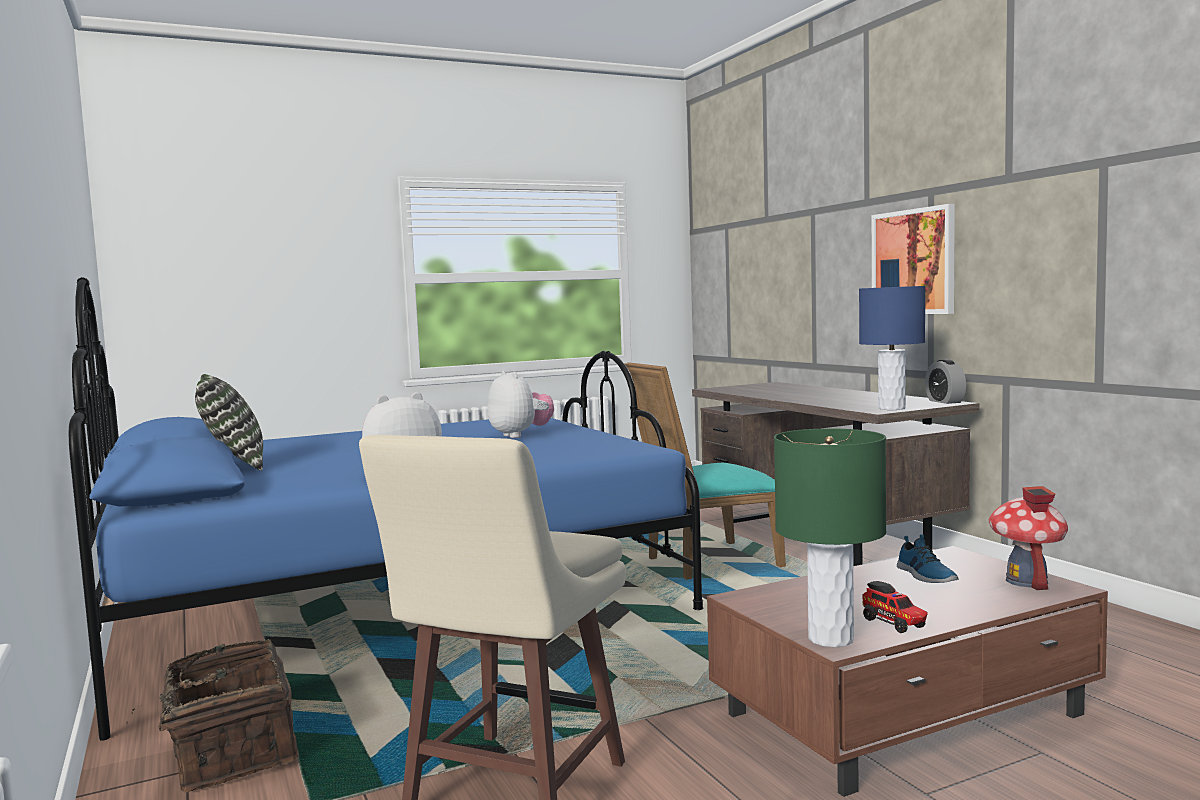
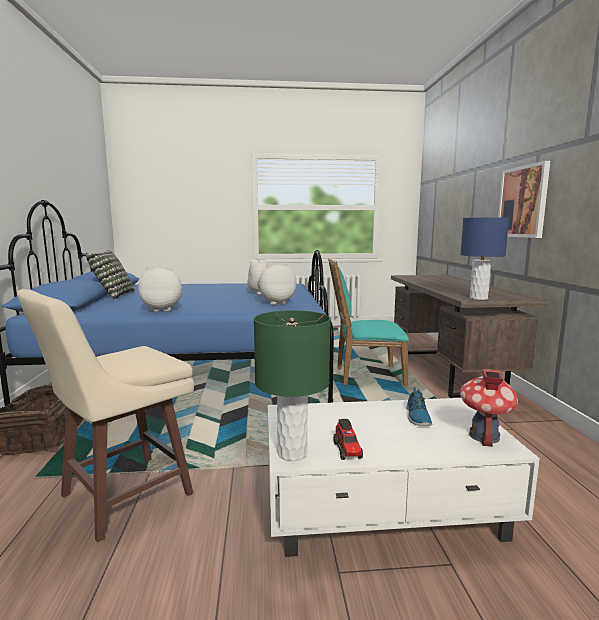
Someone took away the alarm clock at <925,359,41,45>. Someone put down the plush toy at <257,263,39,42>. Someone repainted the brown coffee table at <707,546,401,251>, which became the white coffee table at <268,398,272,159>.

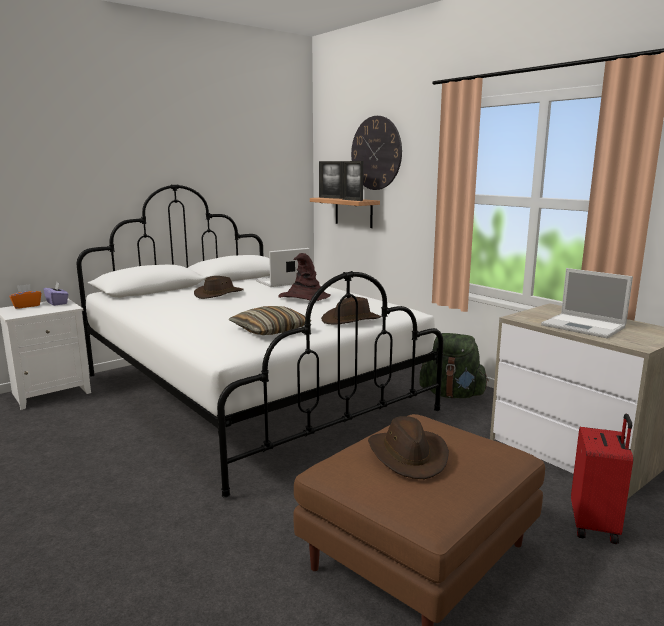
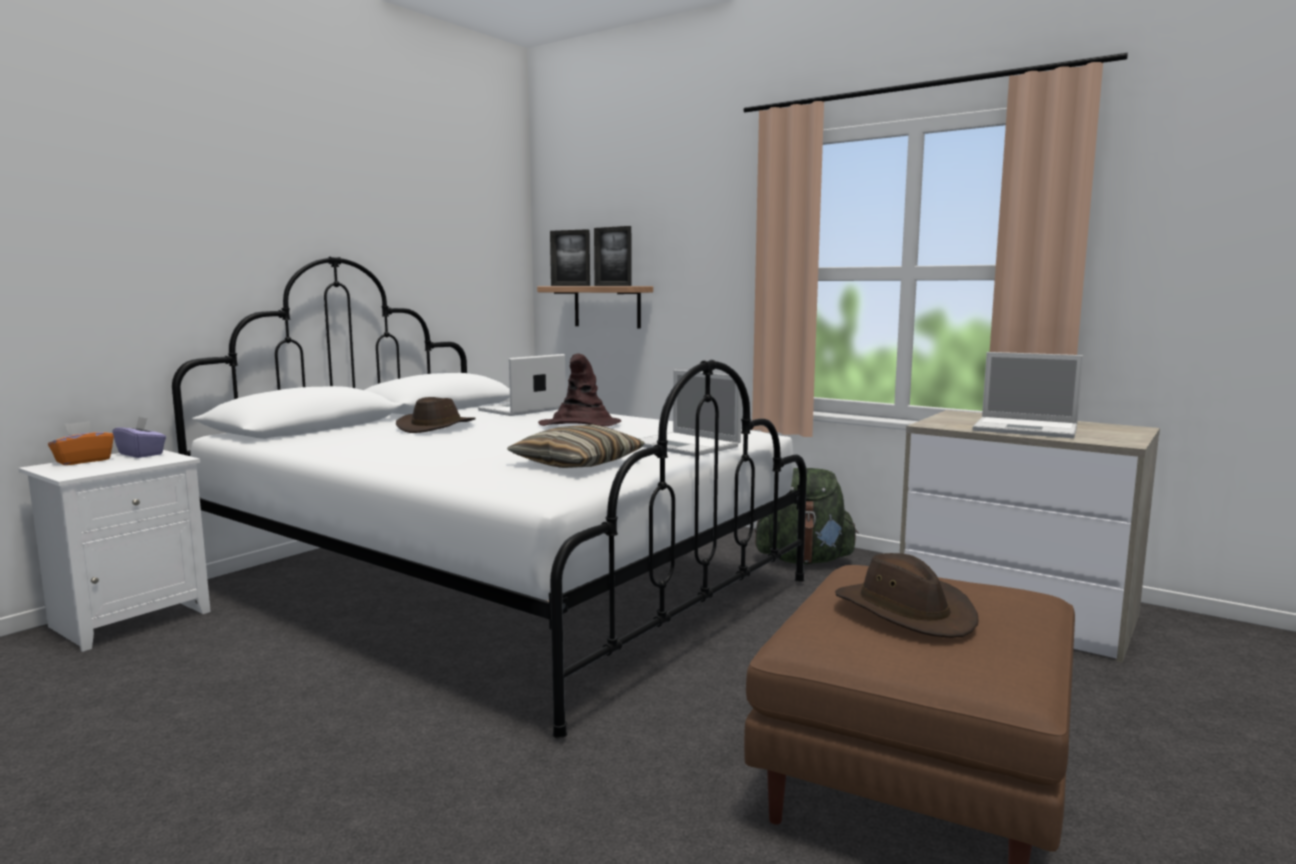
Someone took away the wall clock at <351,116,51,74>. Someone took away the red suitcase at <571,414,62,130>. Someone swapped the brown hat at <321,297,60,28> for the laptop at <638,370,104,87>.

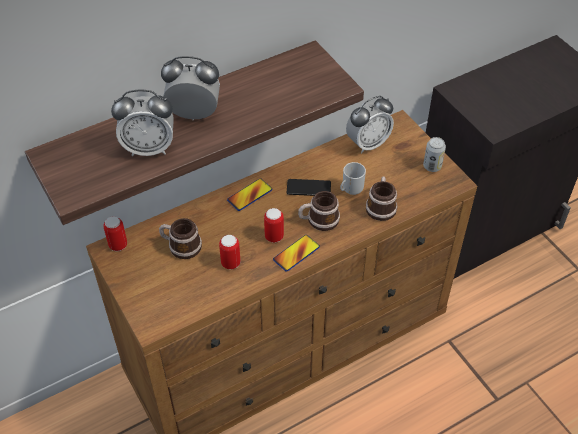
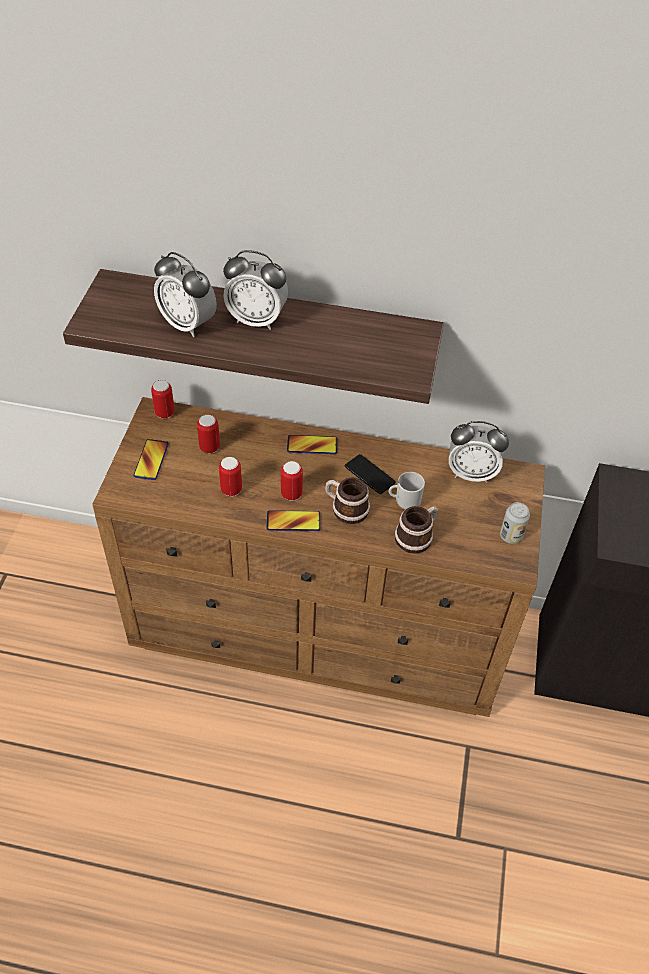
Someone put down the phone at <134,439,35,41>. Someone swapped the mug at <159,218,43,41> for the can at <197,415,23,38>. Someone rotated the alarm clock at <161,56,59,64> by 150 degrees clockwise.

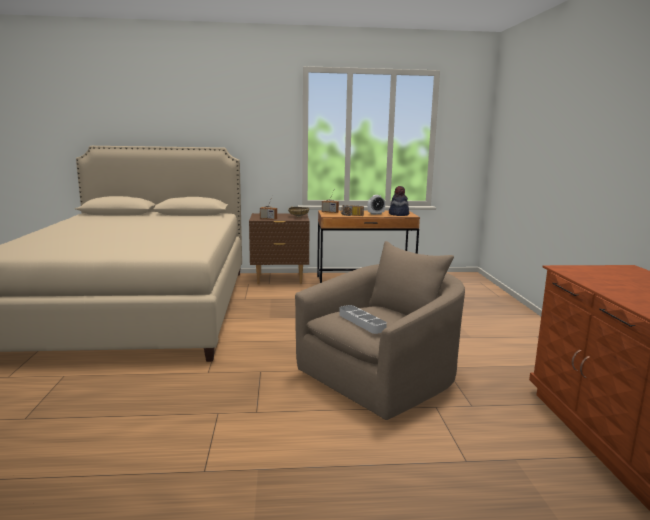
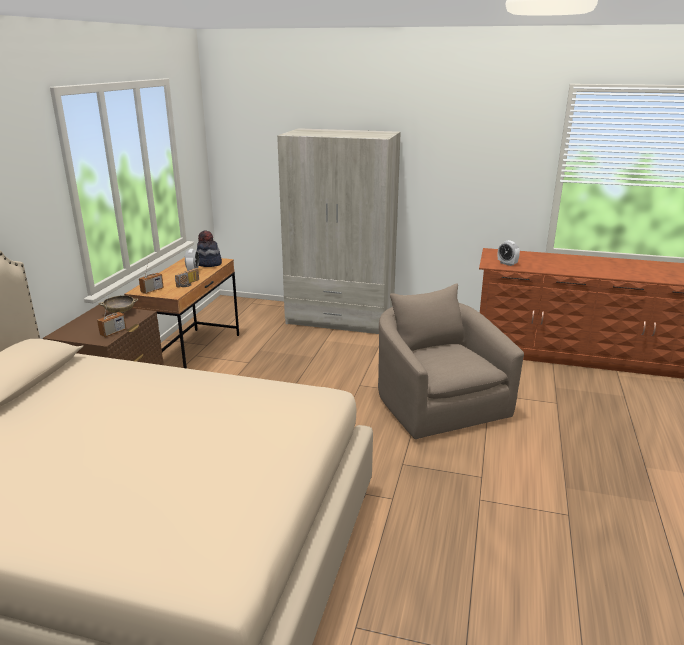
Someone took away the grey tray at <339,305,48,29>. Someone put down the beige wardrobe at <277,128,124,206>. Someone put down the alarm clock at <498,240,22,26>.

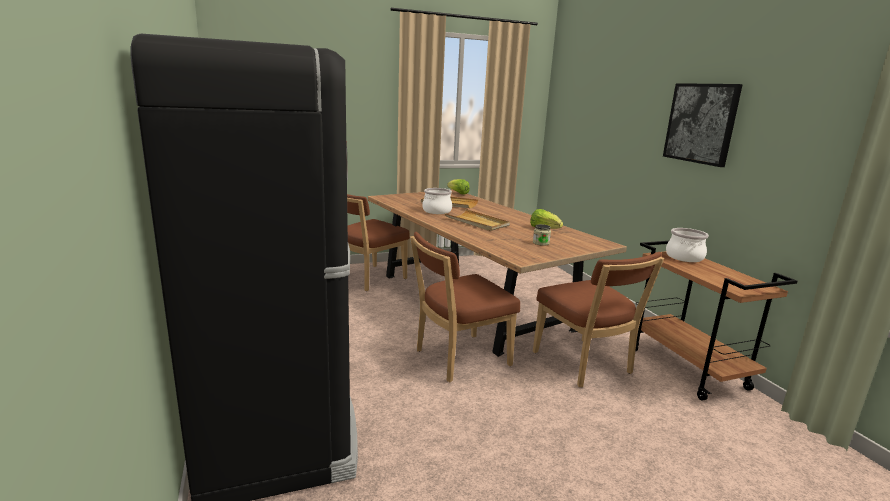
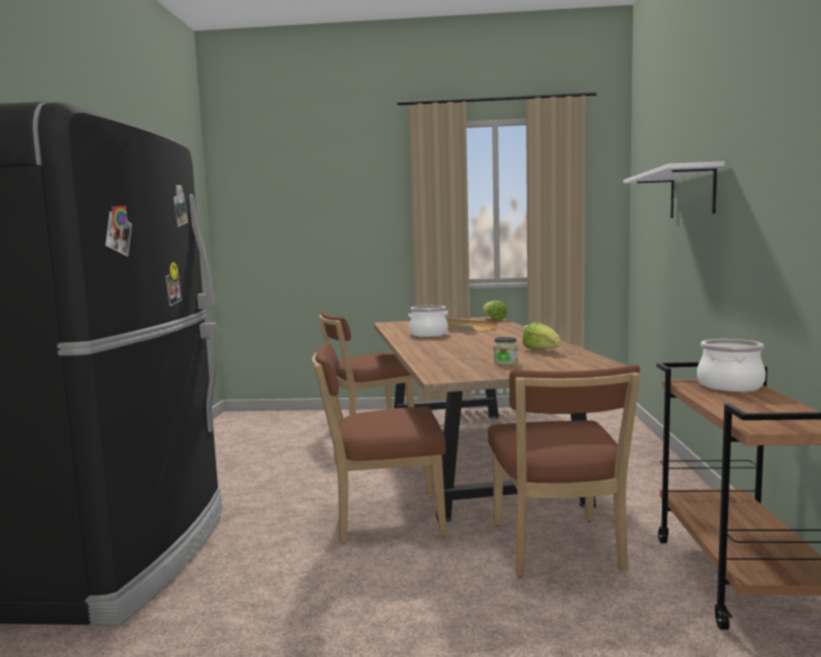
Someone took away the beige tray at <445,209,65,22>. Someone took away the picture at <663,83,80,84>. Someone put up the white shelf at <623,161,102,57>.

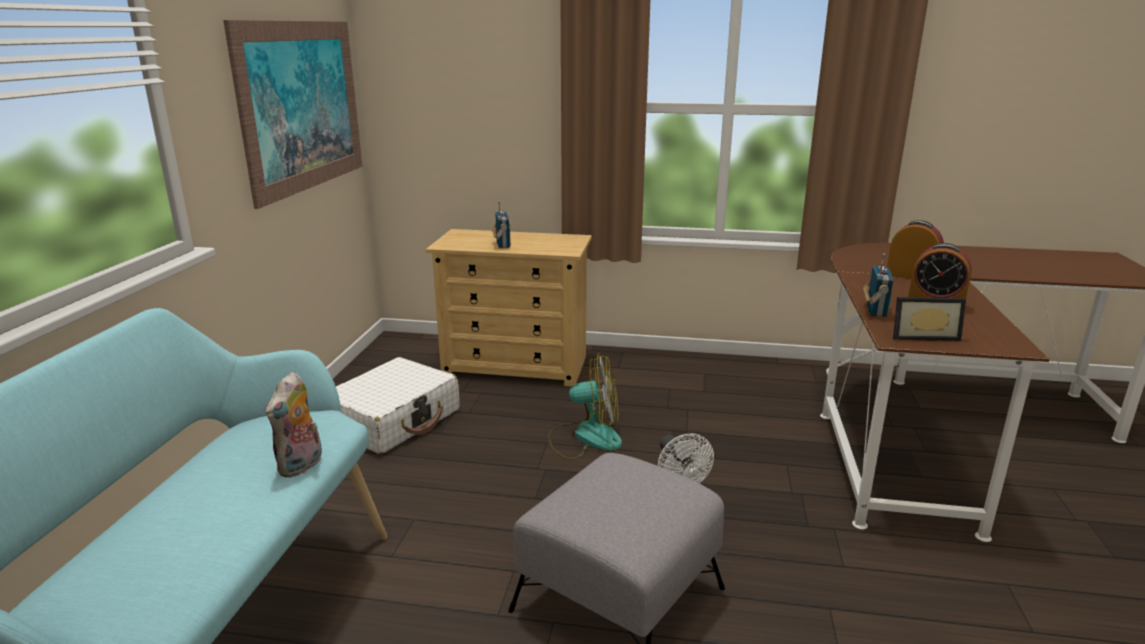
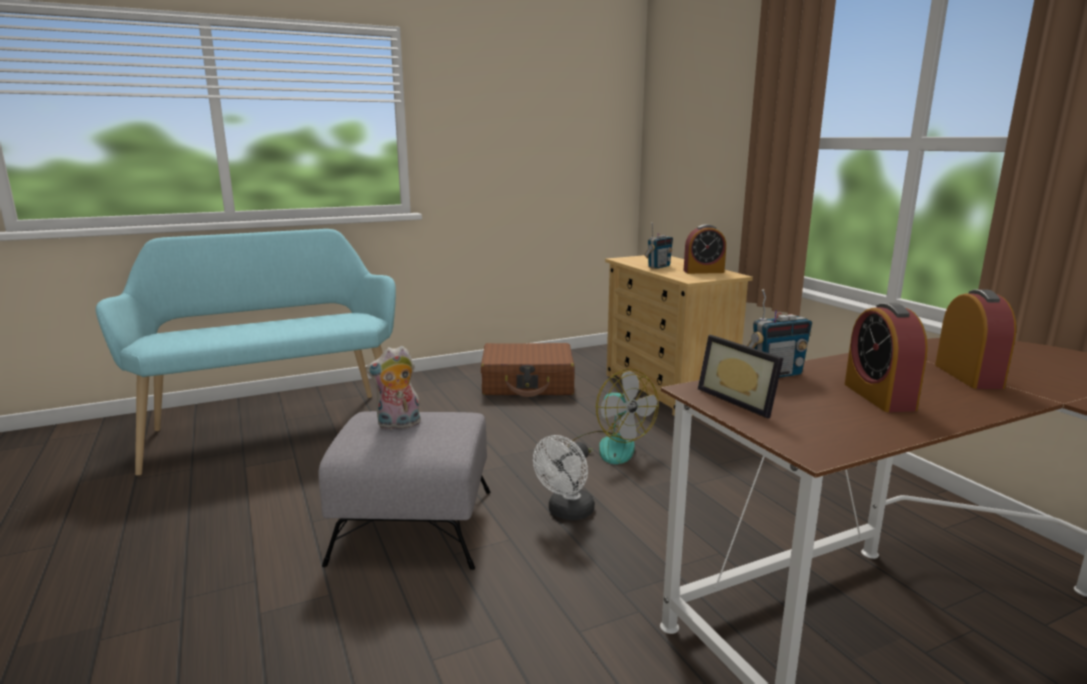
Someone took away the picture at <223,20,139,189>. Someone put down the alarm clock at <684,224,42,50>. Someone carried the plush toy from <265,372,57,106> to <366,346,55,84>. Someone repainted the white suitcase at <336,357,124,97>, which became the brown suitcase at <481,343,94,54>.

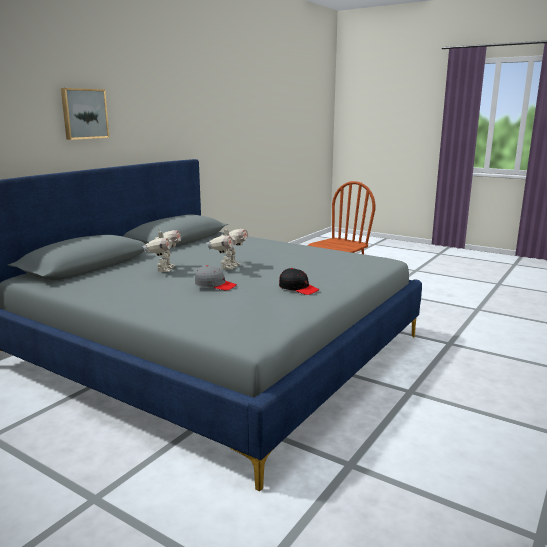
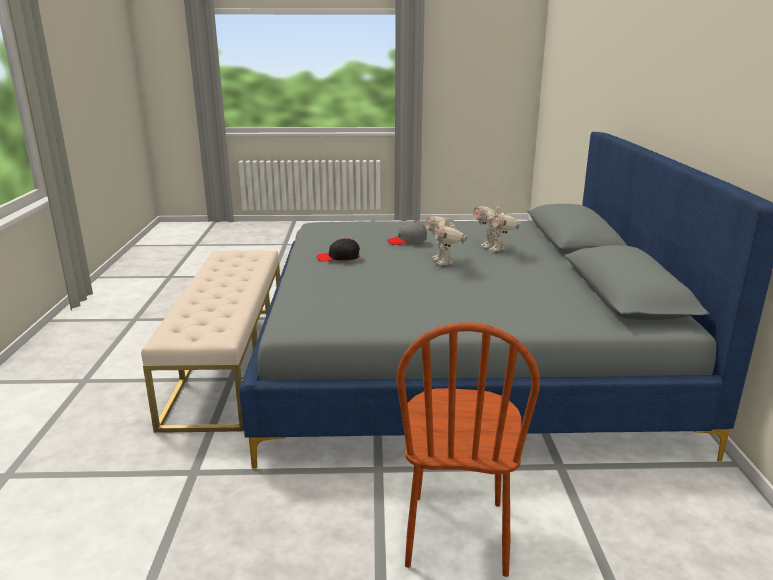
Someone took away the picture at <61,88,48,52>. Someone put down the beige bench at <141,250,139,183>.

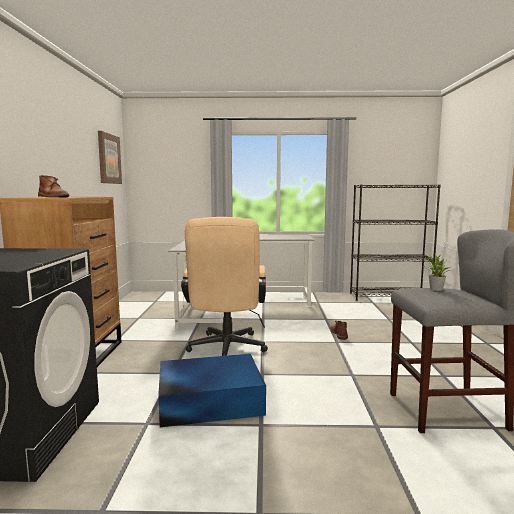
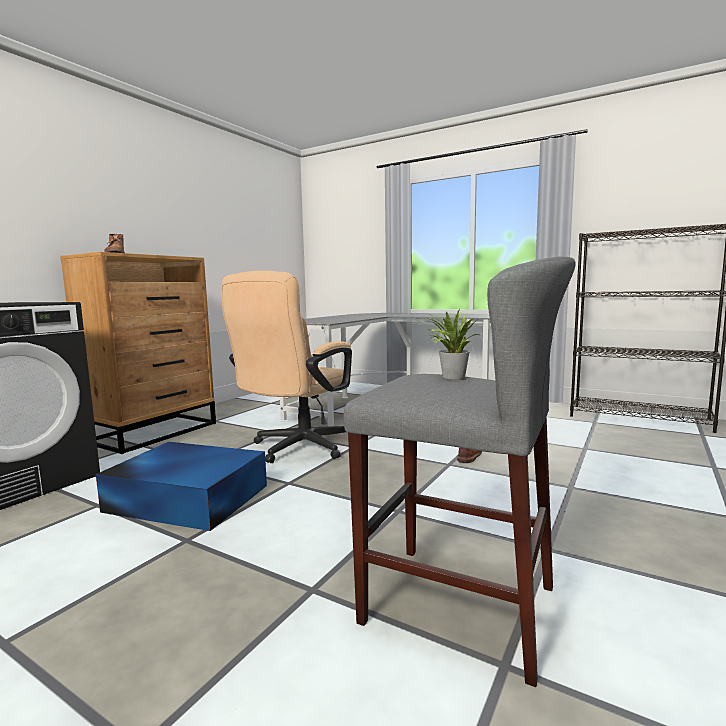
Someone took away the picture at <98,131,24,53>.

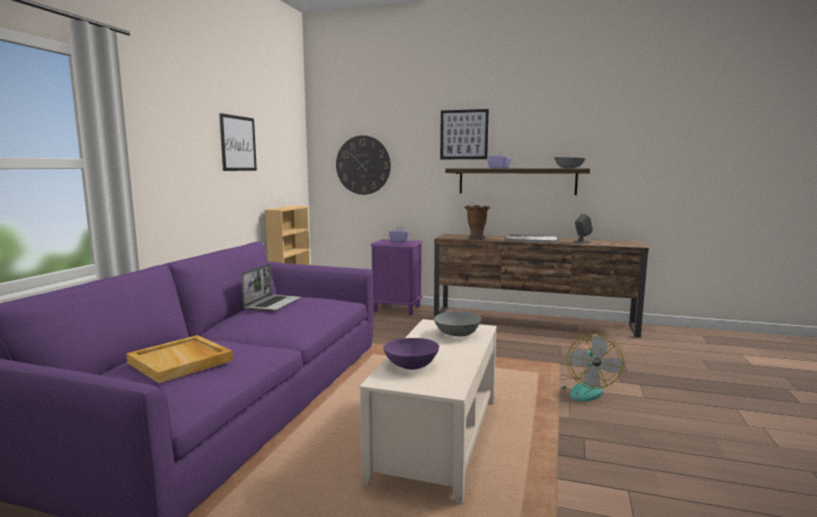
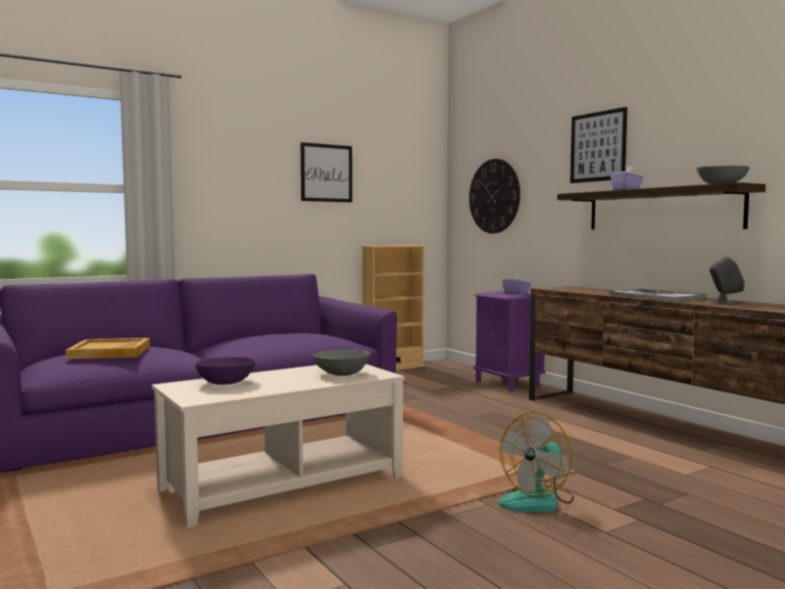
Someone took away the laptop at <241,264,60,48>. Someone took away the brown vase at <464,205,26,35>.

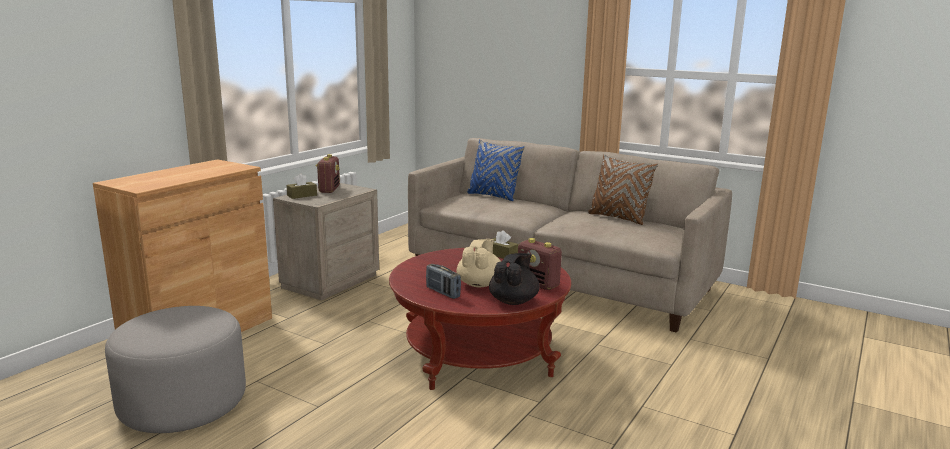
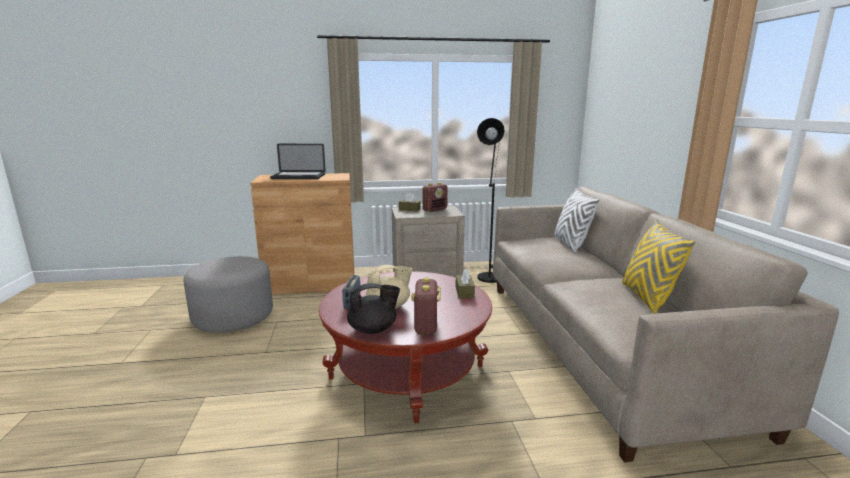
Someone put down the laptop at <270,144,56,35>. Someone put down the black floor lamp at <477,118,28,165>. Someone repainted the blue pillow at <467,139,58,62>, which became the white pillow at <554,188,46,64>. Someone repainted the brown pillow at <588,154,70,71>, which became the yellow pillow at <622,219,73,95>.

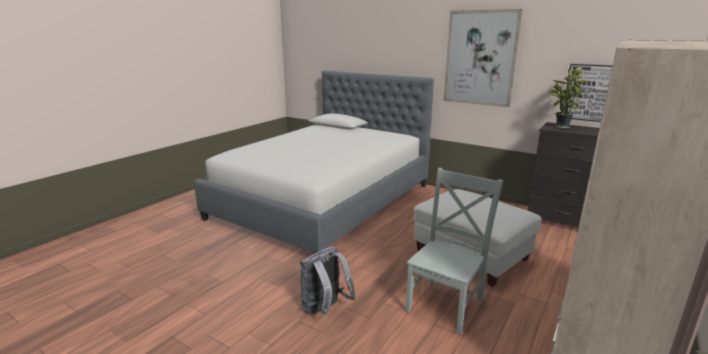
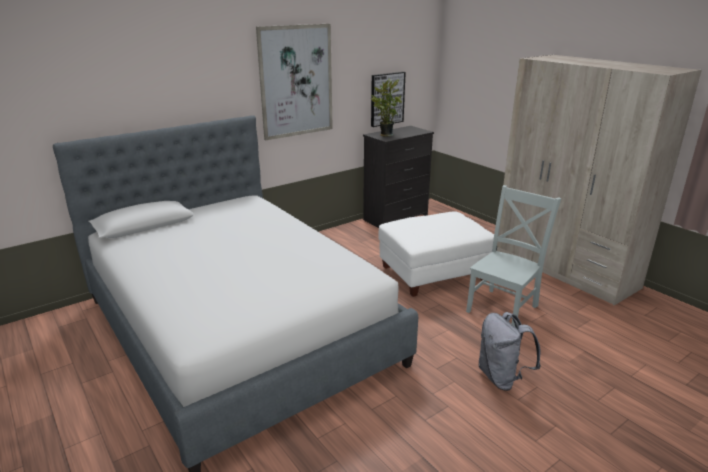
Someone rotated the grey chair at <405,168,99,166> by 75 degrees clockwise.

